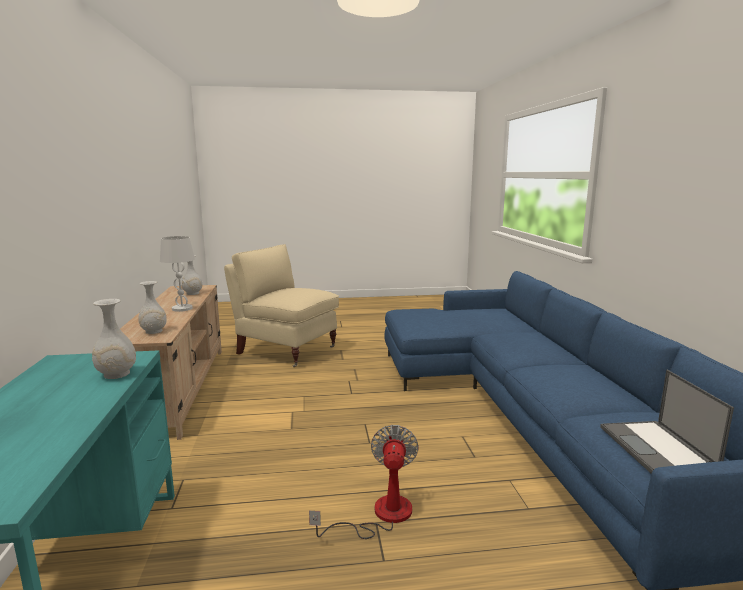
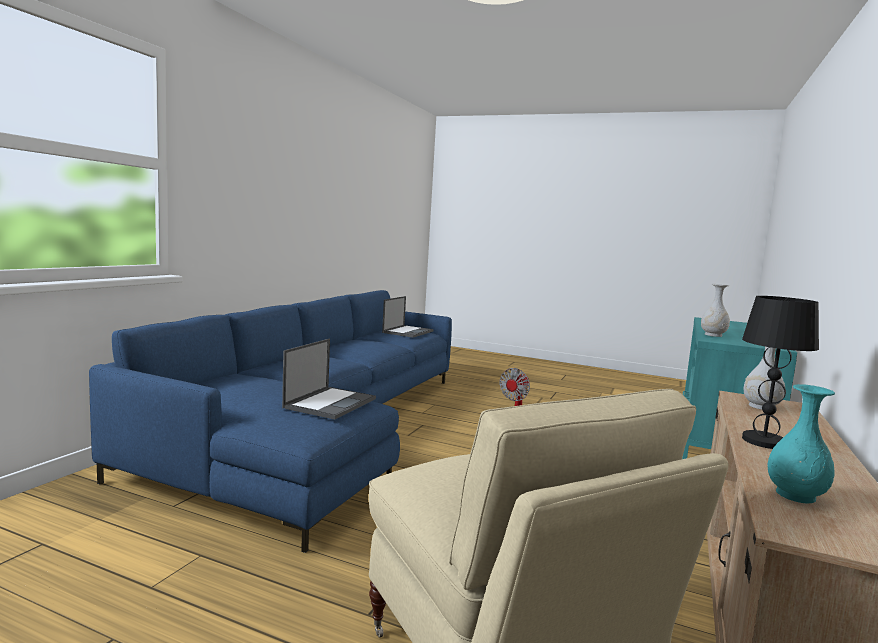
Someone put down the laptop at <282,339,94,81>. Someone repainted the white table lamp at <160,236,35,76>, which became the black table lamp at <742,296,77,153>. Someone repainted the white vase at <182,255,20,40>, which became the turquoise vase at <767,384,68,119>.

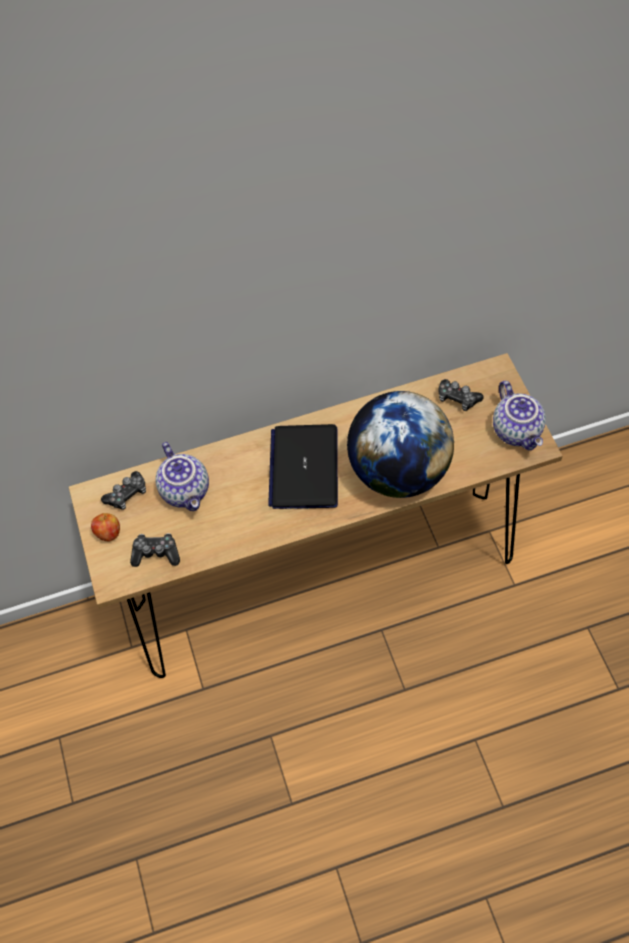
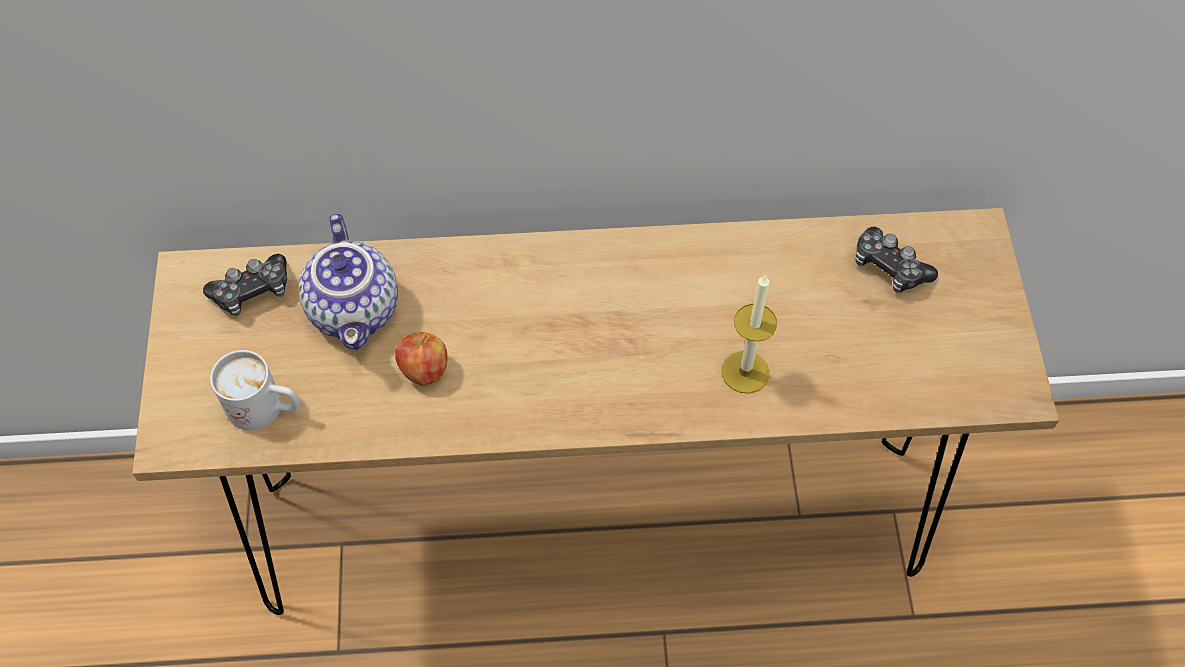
Someone took away the laptop at <268,424,70,85>. Someone took away the teapot at <493,381,53,69>. Someone carried the apple from <91,513,29,29> to <395,332,53,54>. Someone swapped the game controller at <130,533,50,34> for the white mug at <210,350,90,81>. Someone swapped the globe at <347,391,107,107> for the candle at <722,274,55,120>.

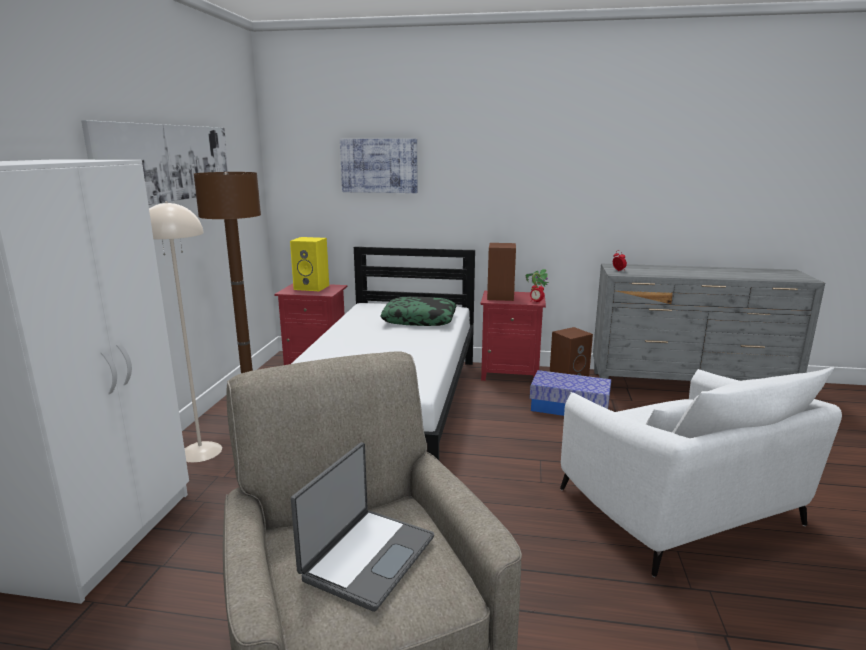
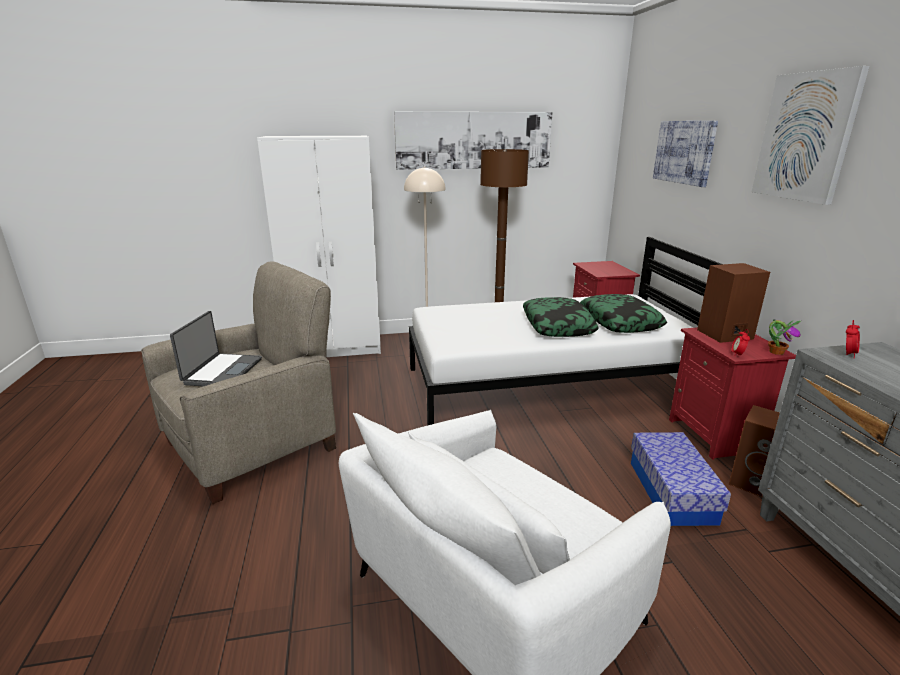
Someone took away the yellow speaker at <290,237,39,54>. Someone put down the pillow at <523,297,76,40>. Someone put up the picture at <752,66,118,139>. Someone rotated the laptop at <291,442,143,170> by 90 degrees counterclockwise.

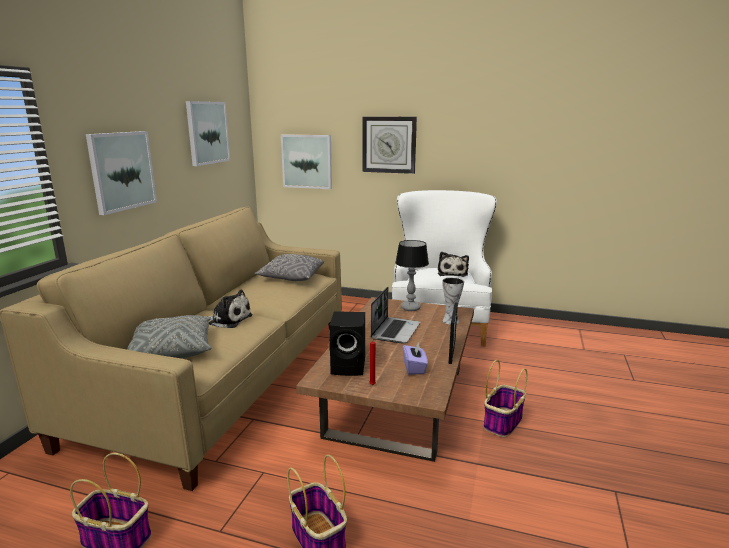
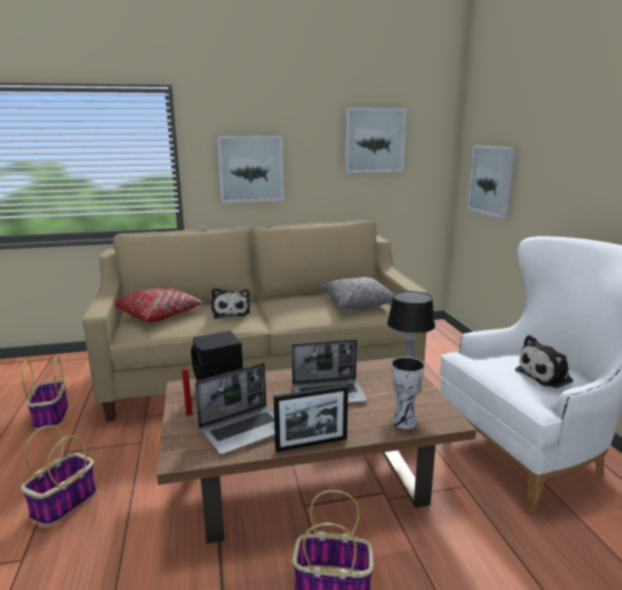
Someone took away the wall clock at <362,116,55,58>. Someone swapped the purple tissue box at <403,341,25,34> for the laptop at <195,363,80,92>. Someone repainted the grey pillow at <127,315,84,44>, which became the red pillow at <116,286,88,36>.

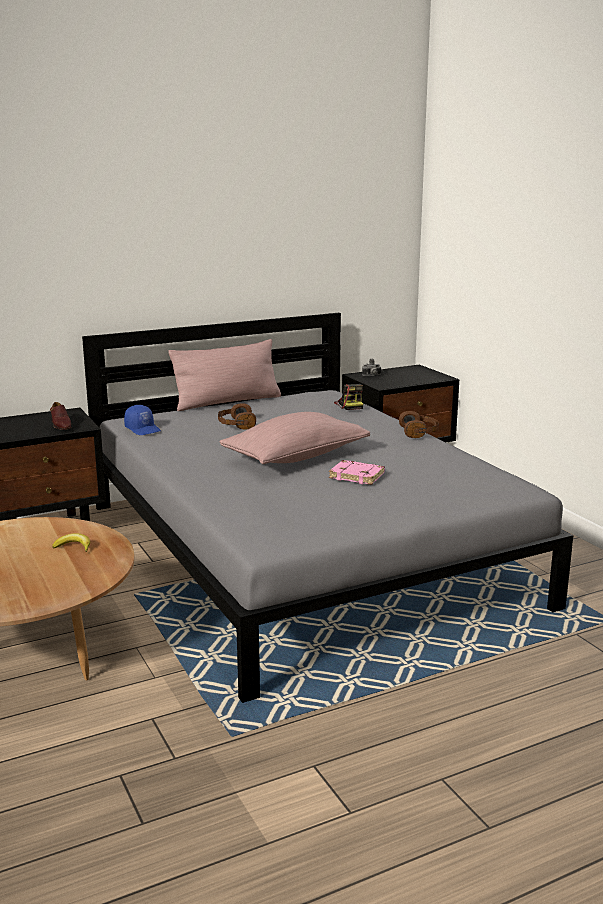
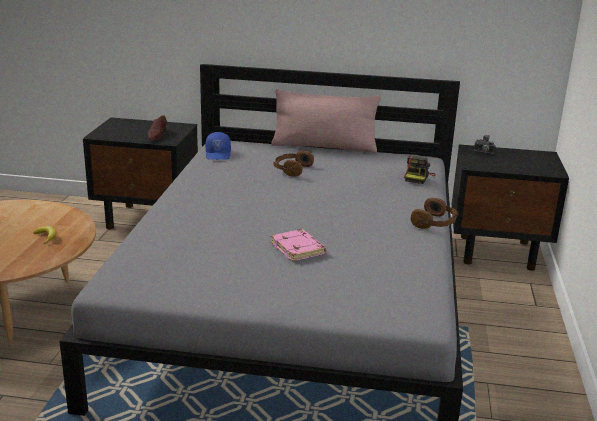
Someone took away the pink pillow at <220,412,150,52>.

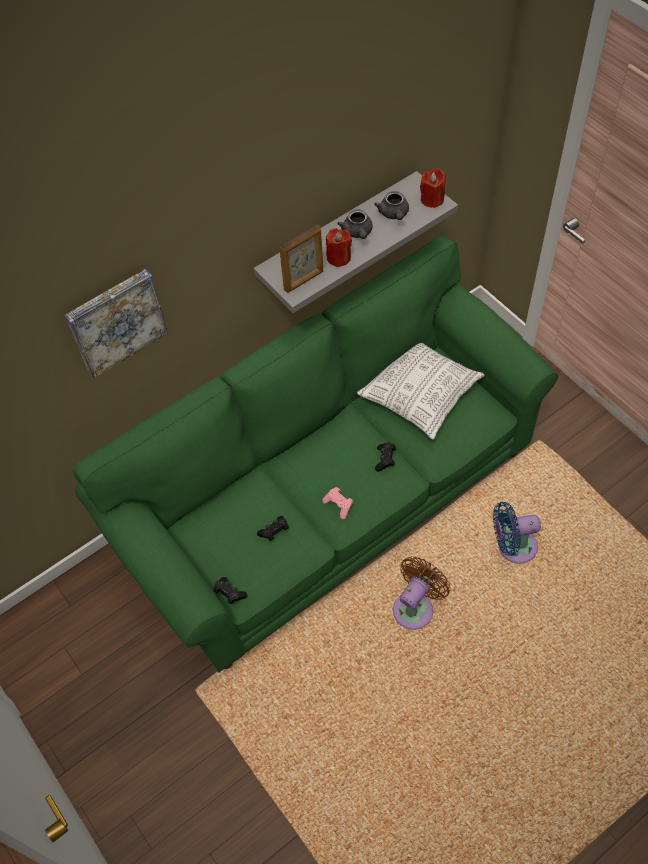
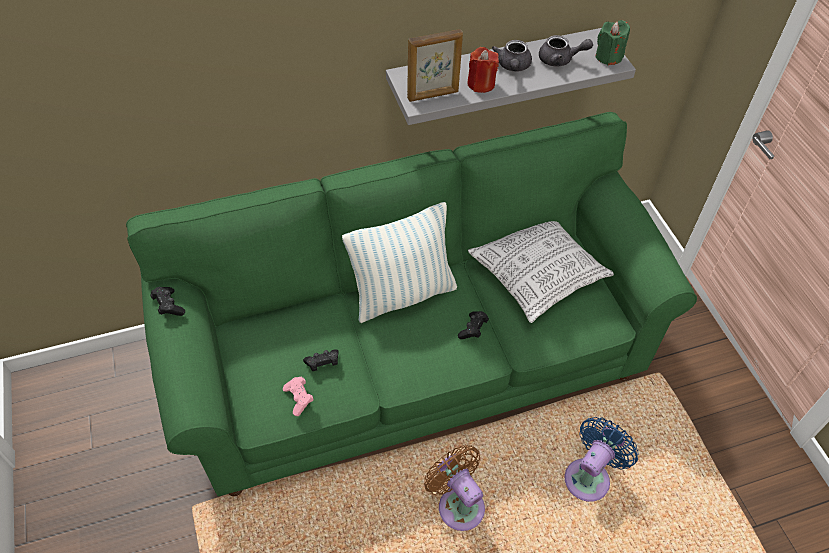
Someone took away the picture at <65,269,103,109>. Someone put down the pillow at <342,202,115,121>. Someone carried the black game controller from <213,577,34,27> to <150,287,35,29>. Someone carried the pink game controller from <322,487,31,32> to <283,377,30,39>. Someone repainted the red candle at <420,168,25,40>, which became the green candle at <595,20,35,46>. Someone rotated the grey teapot at <374,191,35,29> by 90 degrees counterclockwise. Someone rotated the brown fan at <393,556,57,74> by 90 degrees counterclockwise. Someone rotated the blue fan at <493,502,48,62> by 120 degrees clockwise.

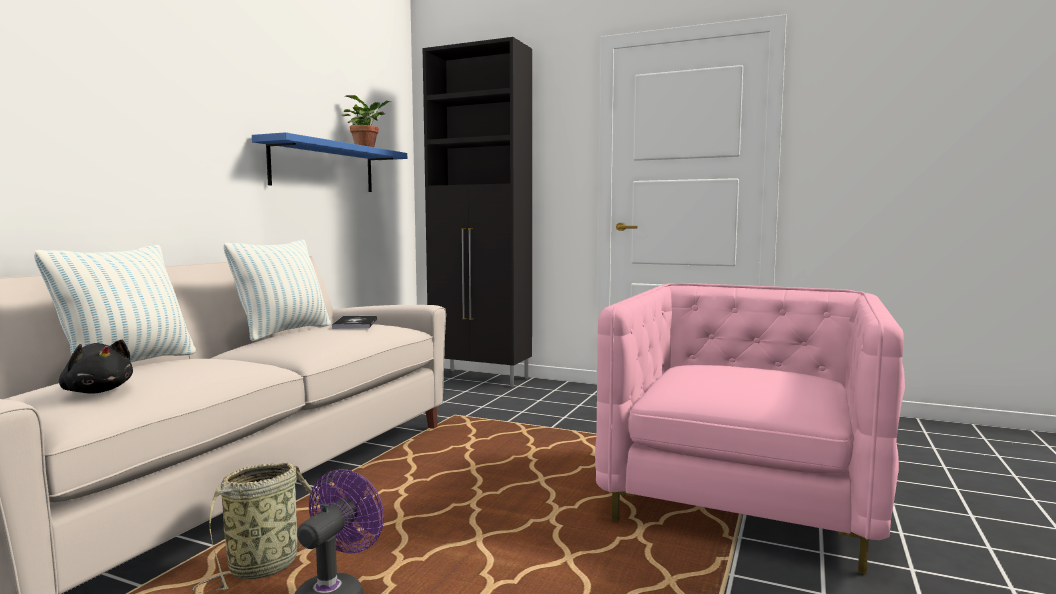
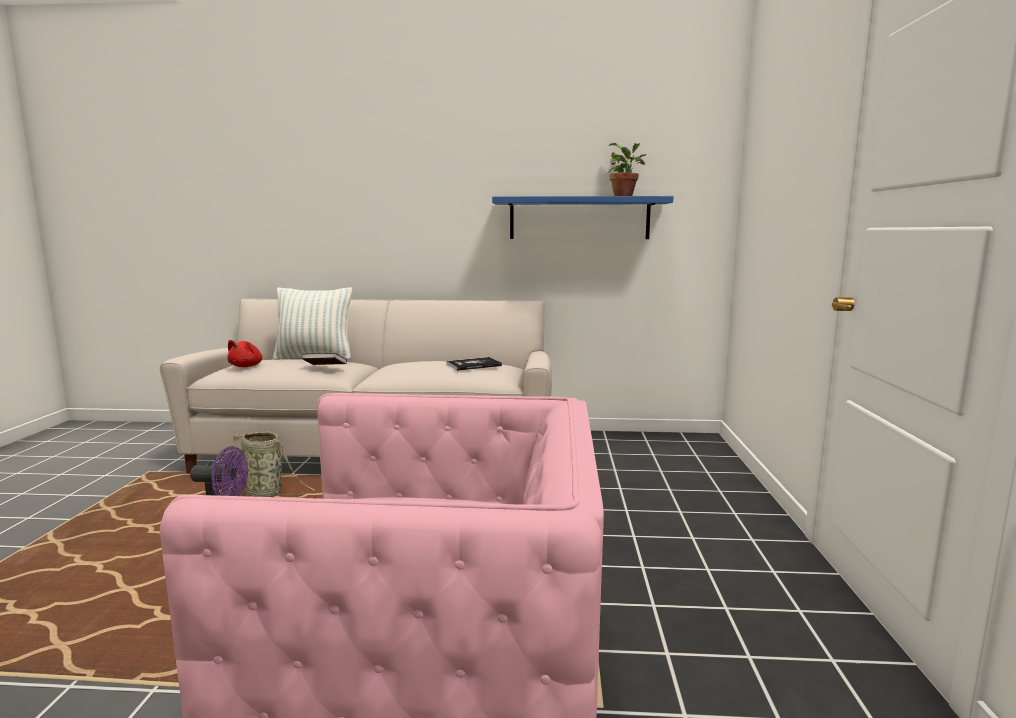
Someone took away the pillow at <223,240,108,101>. Someone took away the black cabinet at <423,37,109,350>. Someone put down the book at <302,353,45,12>. Someone repainted the black plush toy at <59,340,74,54>, which became the red plush toy at <227,340,35,27>.

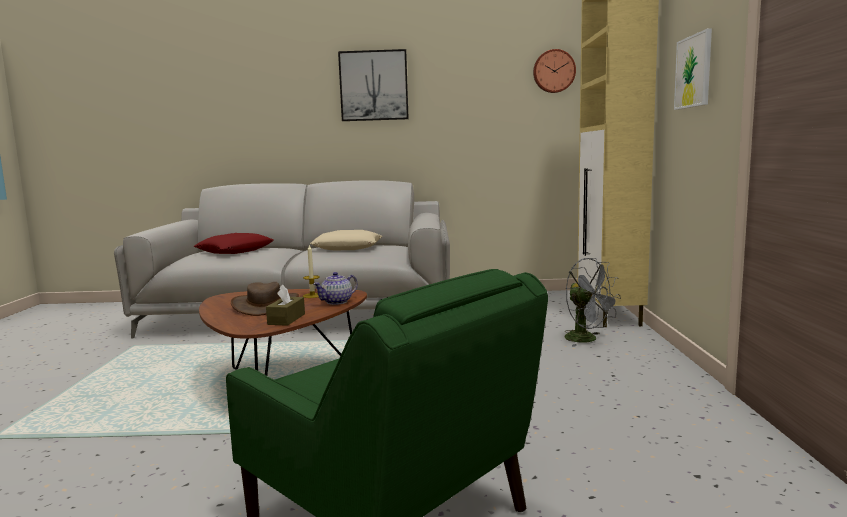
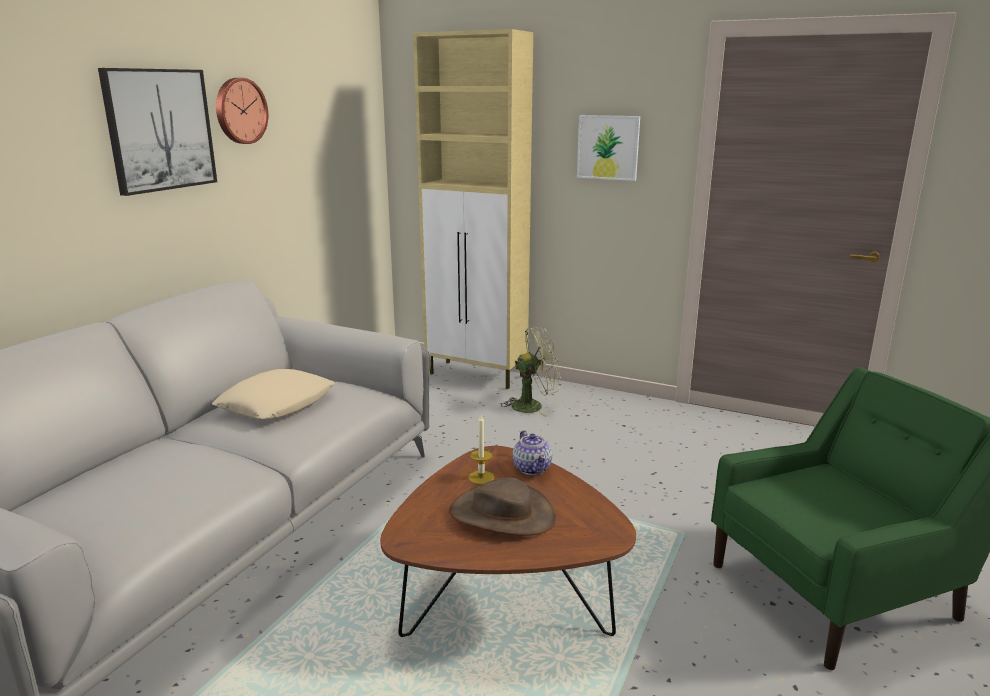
Someone took away the red pillow at <194,233,80,21>. Someone took away the brown tissue box at <266,285,39,41>. Someone carried the wall clock from <533,49,43,44> to <216,78,52,66>. Someone repainted the grey fan at <565,258,56,89>, which became the green fan at <501,327,60,90>.

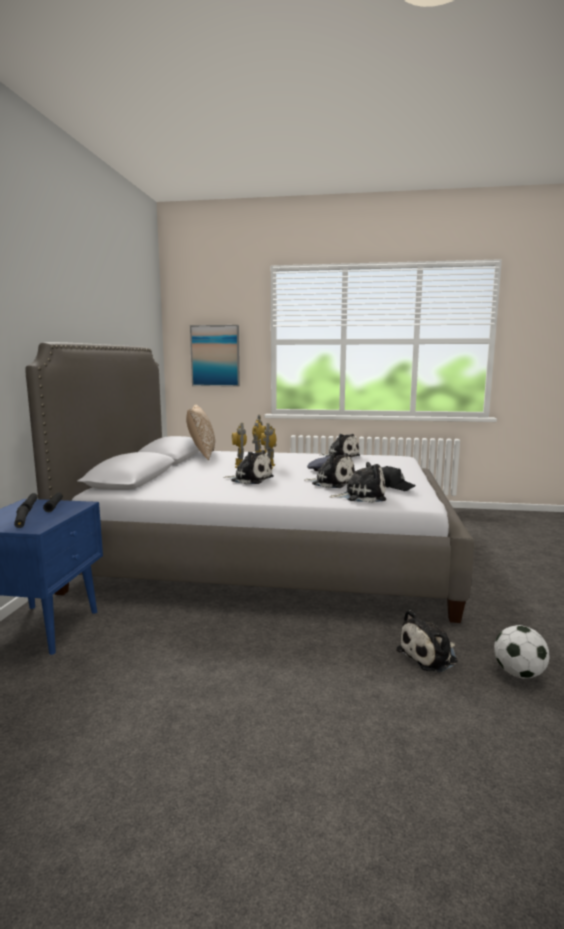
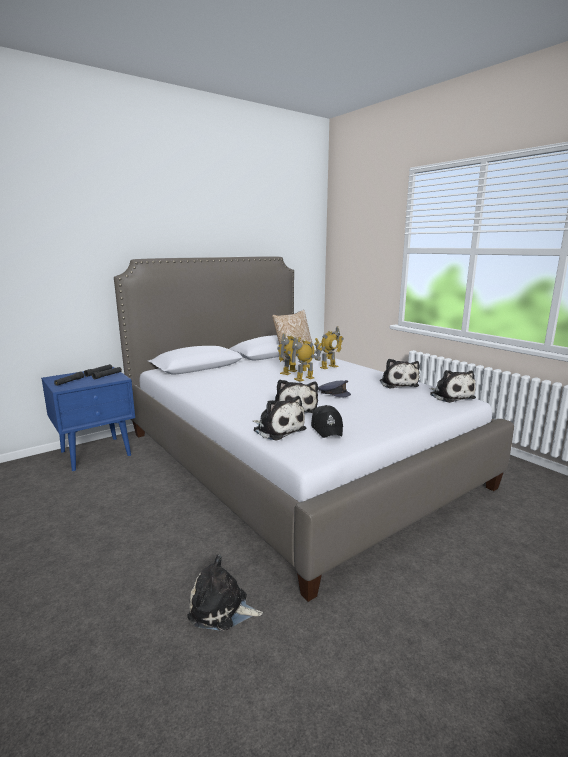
Someone took away the picture at <190,325,50,62>. Someone took away the football at <494,625,55,54>. Someone carried the plush toy from <223,450,51,34> to <429,370,47,33>.

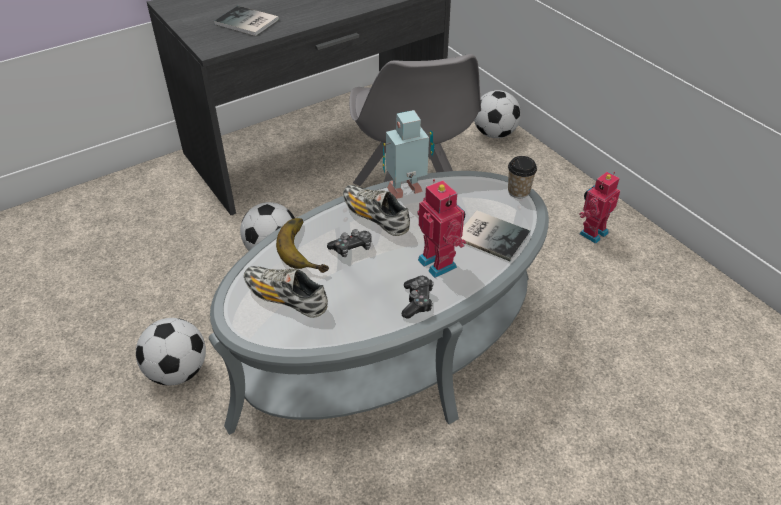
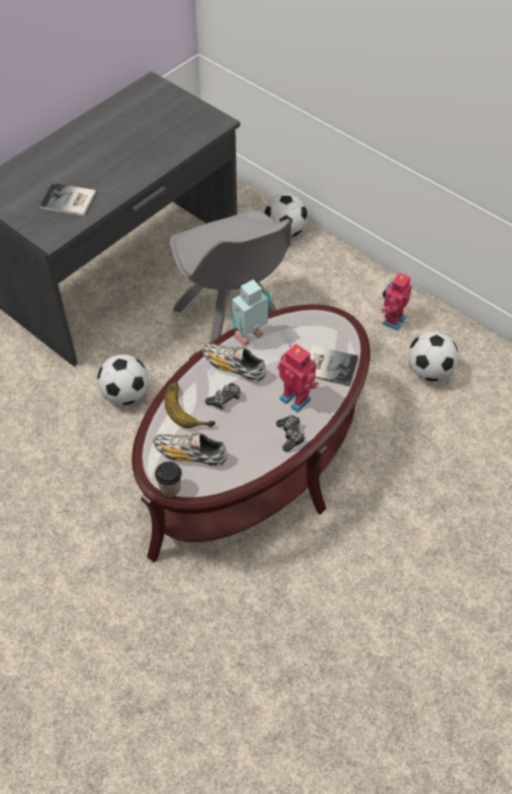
Someone carried the football from <136,318,70,68> to <408,331,51,50>. Someone carried the cup from <508,156,29,42> to <155,461,27,36>. Someone repainted the grey coffee table at <209,171,340,264>, which became the brown coffee table at <132,304,238,259>.

